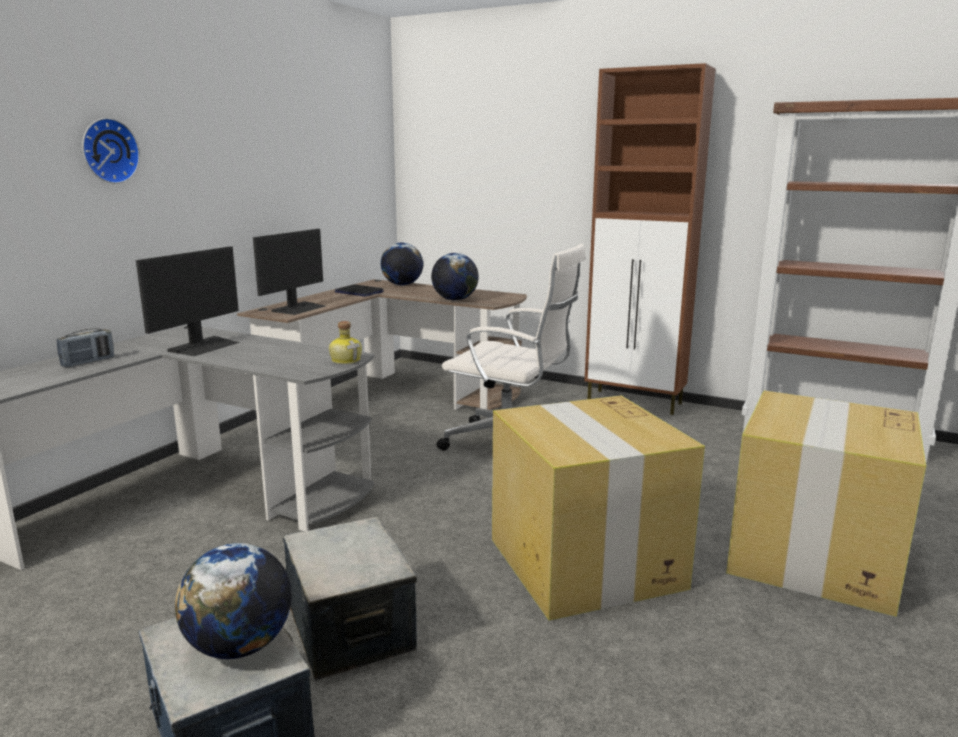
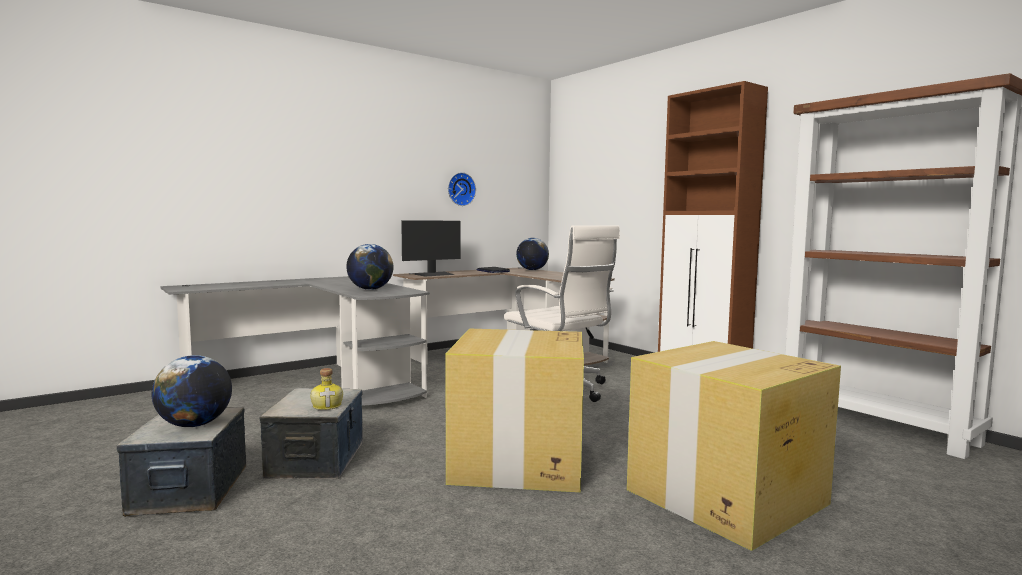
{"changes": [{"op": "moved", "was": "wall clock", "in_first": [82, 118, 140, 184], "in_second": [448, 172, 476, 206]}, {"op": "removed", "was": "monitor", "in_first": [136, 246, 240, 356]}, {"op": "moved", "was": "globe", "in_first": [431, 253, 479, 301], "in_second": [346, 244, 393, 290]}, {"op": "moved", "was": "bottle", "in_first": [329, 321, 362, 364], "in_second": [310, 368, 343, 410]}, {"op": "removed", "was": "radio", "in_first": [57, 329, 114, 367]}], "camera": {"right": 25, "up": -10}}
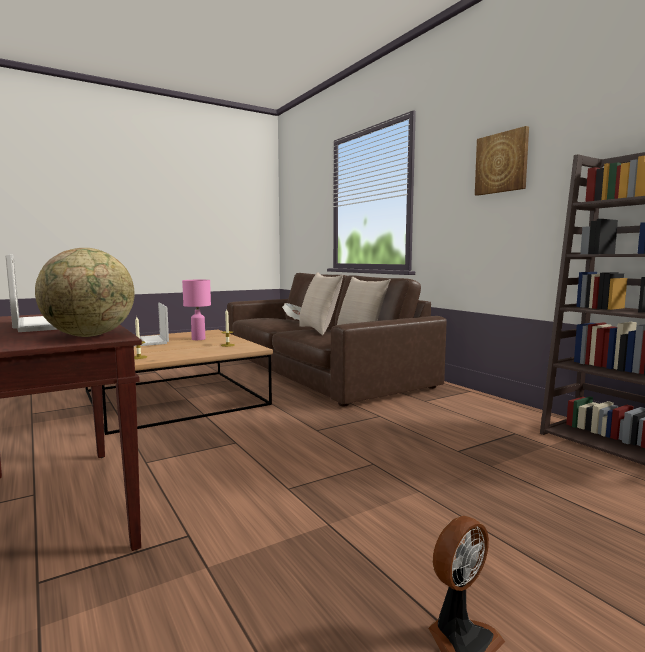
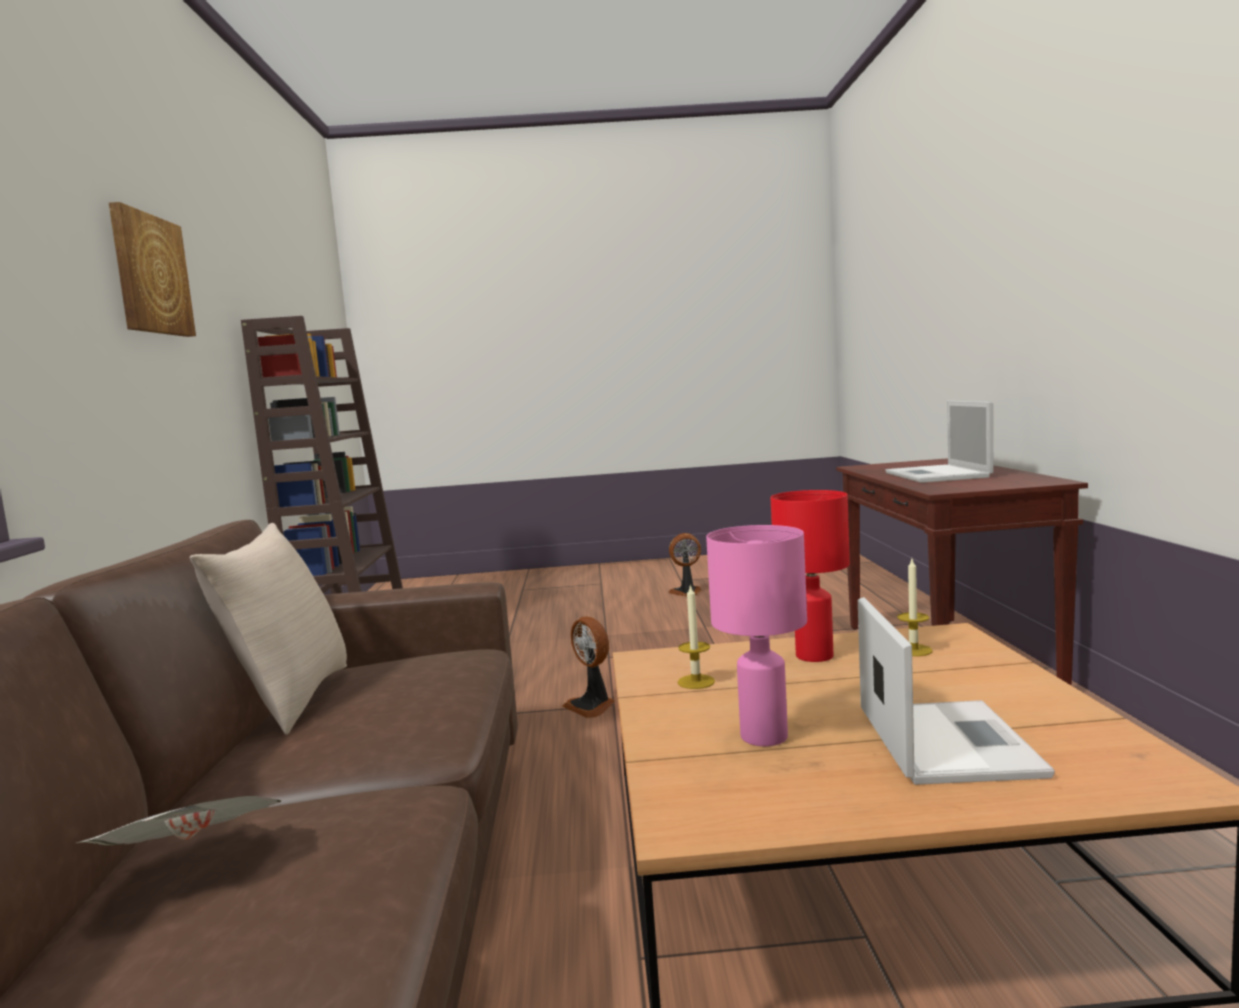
{"changes": [{"op": "removed", "was": "globe", "in_first": [35, 248, 134, 337]}, {"op": "removed", "was": "beige pillow", "in_first": [299, 272, 343, 335]}, {"op": "added", "now": "red table lamp", "in_second": [770, 490, 850, 662]}, {"op": "added", "now": "fan", "in_second": [562, 616, 615, 718]}], "camera": {"right": -150, "up": 0}}
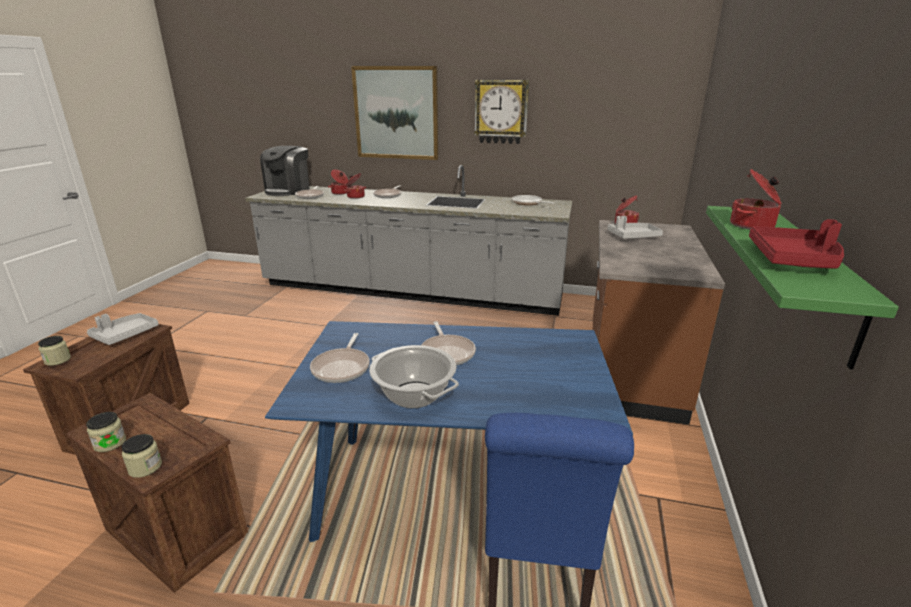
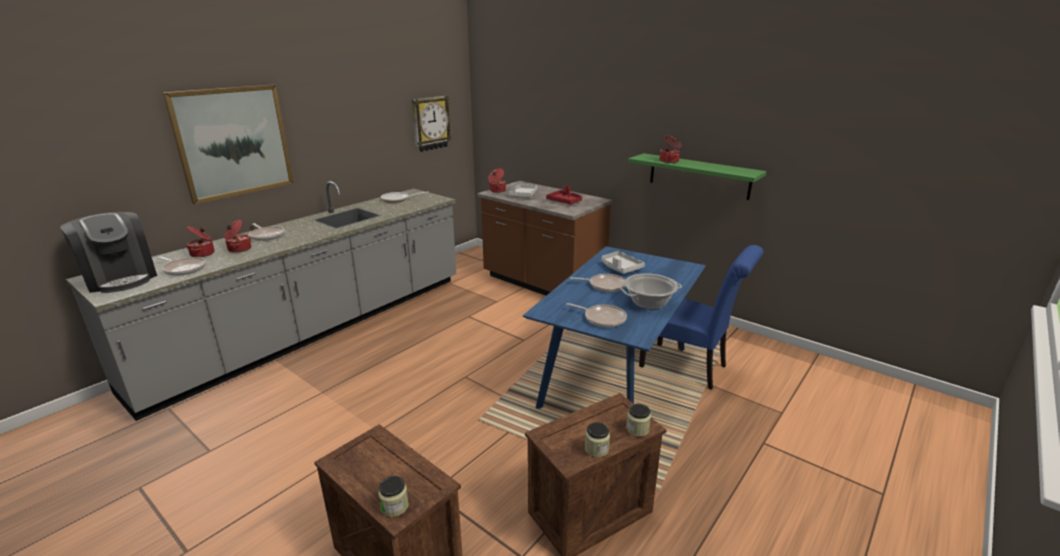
{"changes": [{"op": "moved", "was": "wall clock", "in_first": [474, 80, 529, 144], "in_second": [412, 96, 452, 152]}, {"op": "moved", "was": "red tray", "in_first": [749, 219, 844, 269], "in_second": [546, 186, 582, 204]}, {"op": "moved", "was": "grey tray", "in_first": [87, 313, 159, 345], "in_second": [602, 251, 645, 274]}], "camera": {"right": -65, "up": 0}}
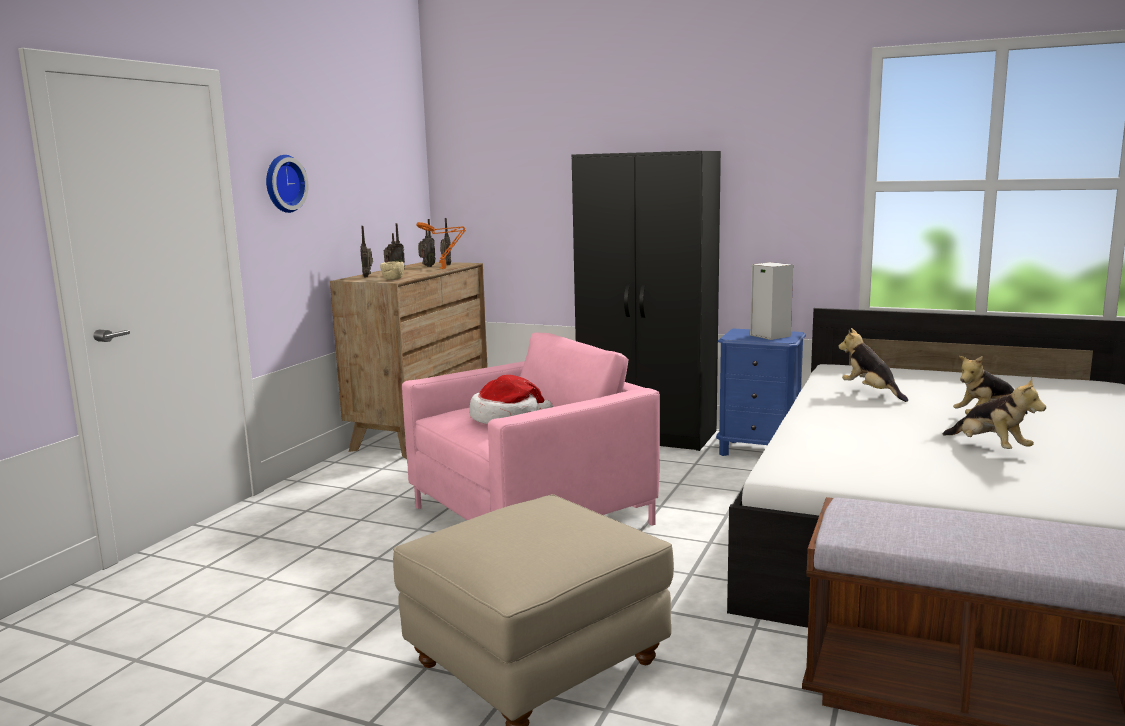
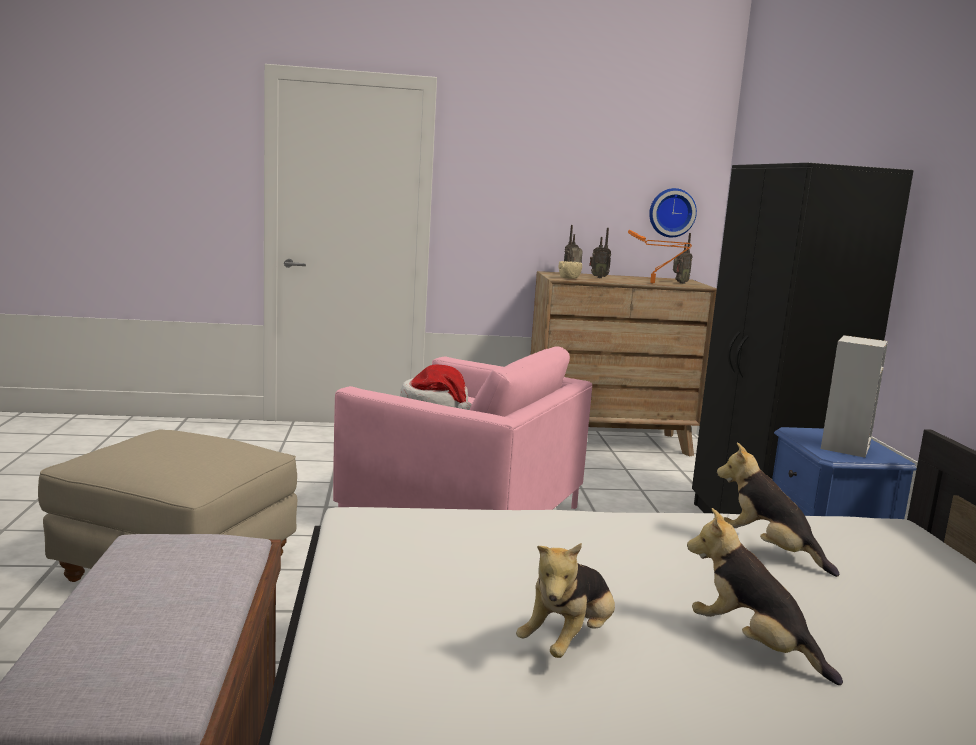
{"changes": [{"op": "moved", "was": "wall clock", "in_first": [266, 155, 308, 213], "in_second": [649, 188, 697, 237]}, {"op": "removed", "was": "radio", "in_first": [418, 219, 436, 267]}, {"op": "turned", "was": "plush toy", "in_first": [839, 328, 908, 402], "in_second": [717, 443, 839, 577], "clockwise": -75}], "camera": {"right": 60, "up": 0}}
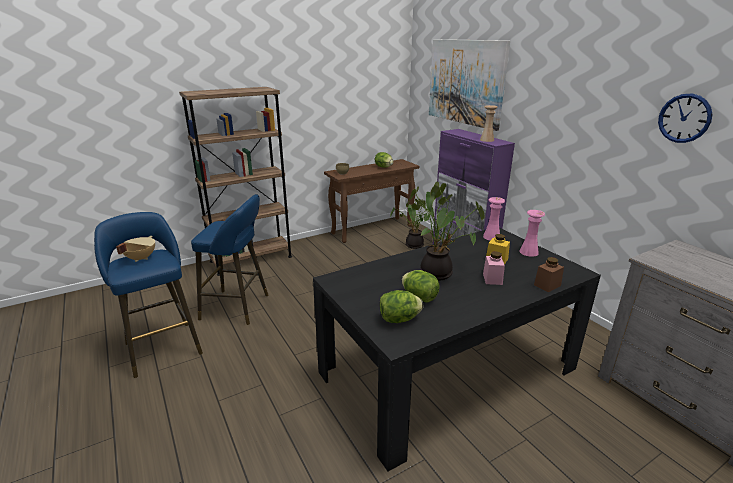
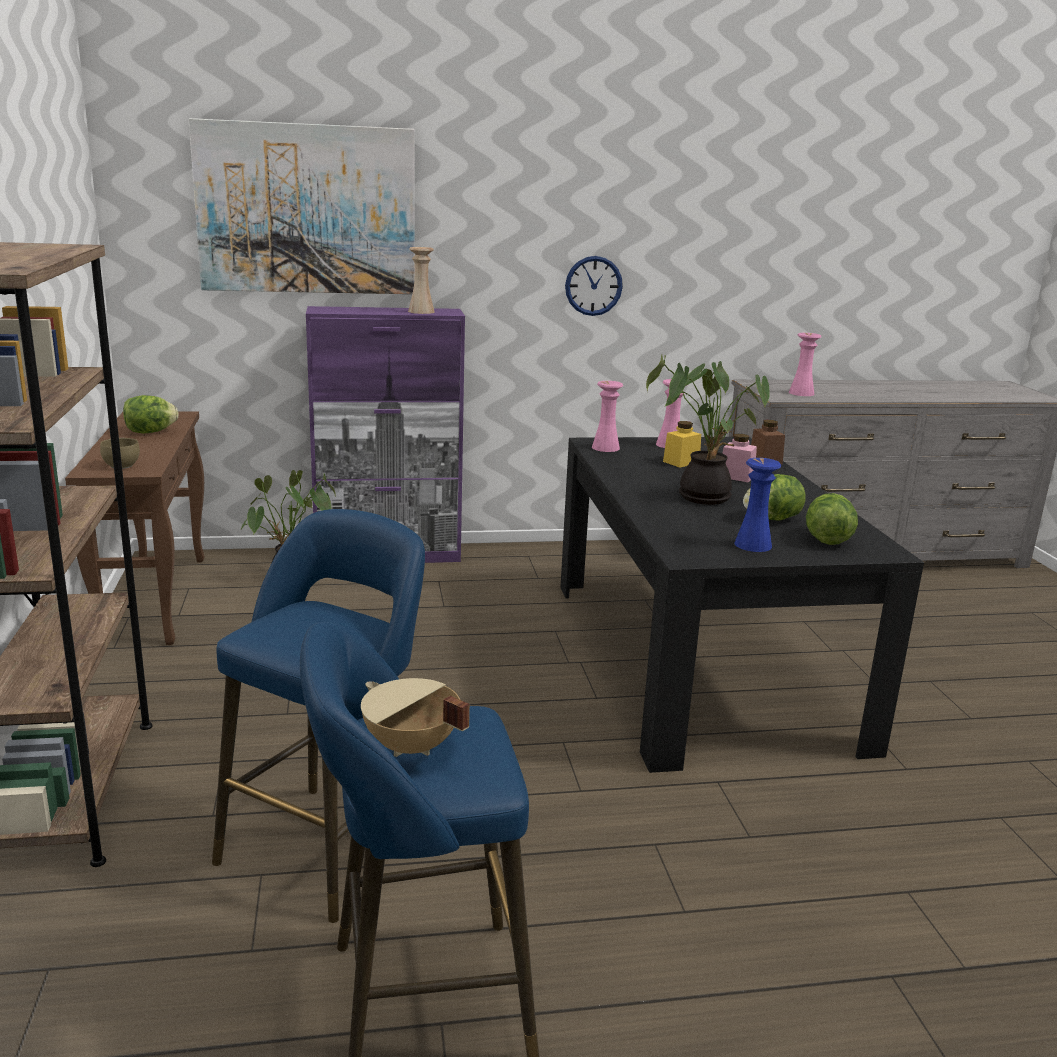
{"changes": [{"op": "moved", "was": "wall clock", "in_first": [658, 94, 713, 143], "in_second": [565, 256, 623, 316]}, {"op": "added", "now": "pink vase", "in_second": [789, 333, 821, 396]}, {"op": "added", "now": "blue vase", "in_second": [735, 458, 781, 552]}], "camera": {"right": -70, "up": -5}}
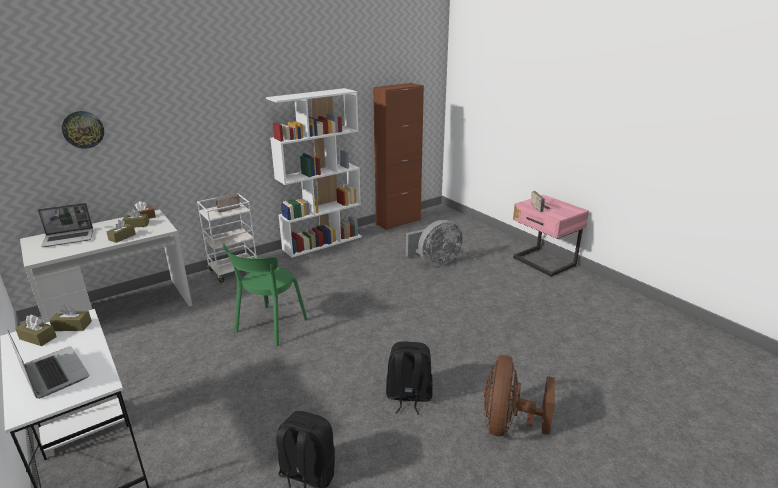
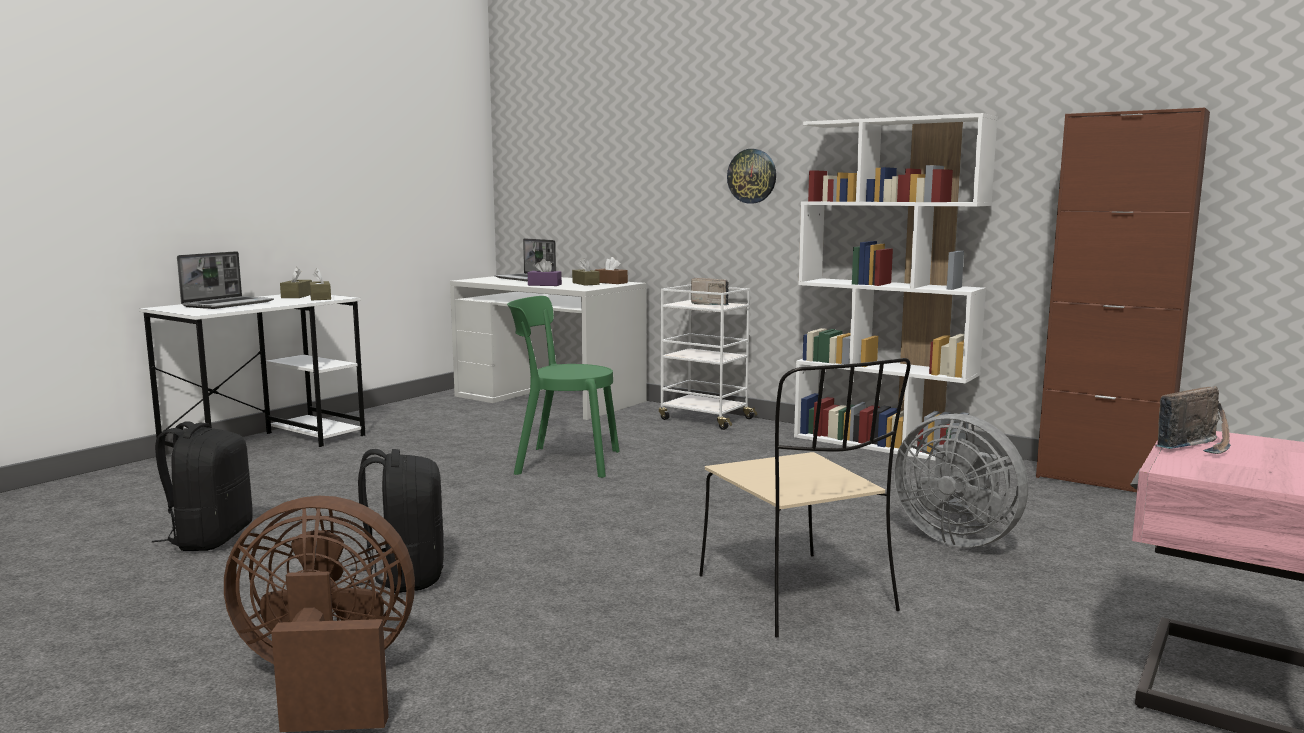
{"changes": [{"op": "moved", "was": "wall clock", "in_first": [62, 111, 104, 149], "in_second": [727, 149, 776, 204]}, {"op": "recoloured", "was": "brown tissue box", "now": "purple tissue box", "in_first": [106, 220, 136, 243], "in_second": [528, 259, 562, 286]}, {"op": "added", "now": "beige chair", "in_second": [699, 358, 911, 637]}], "camera": {"right": 70, "up": -15}}
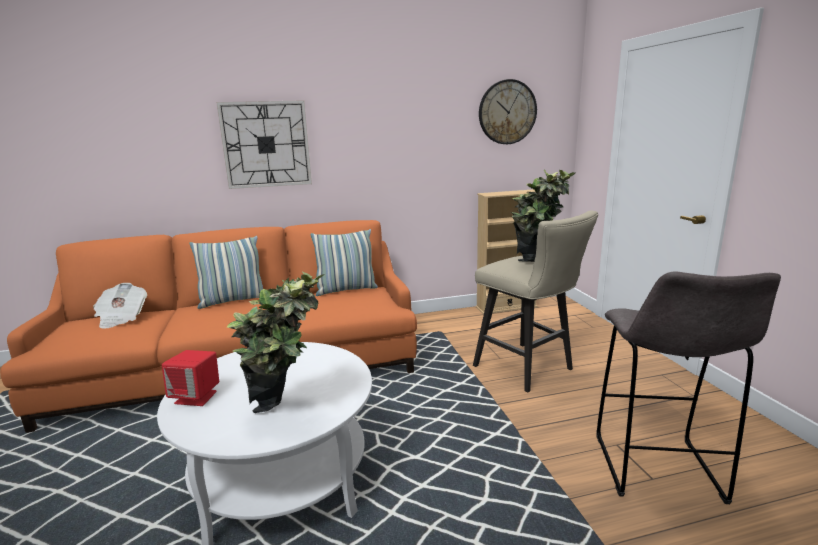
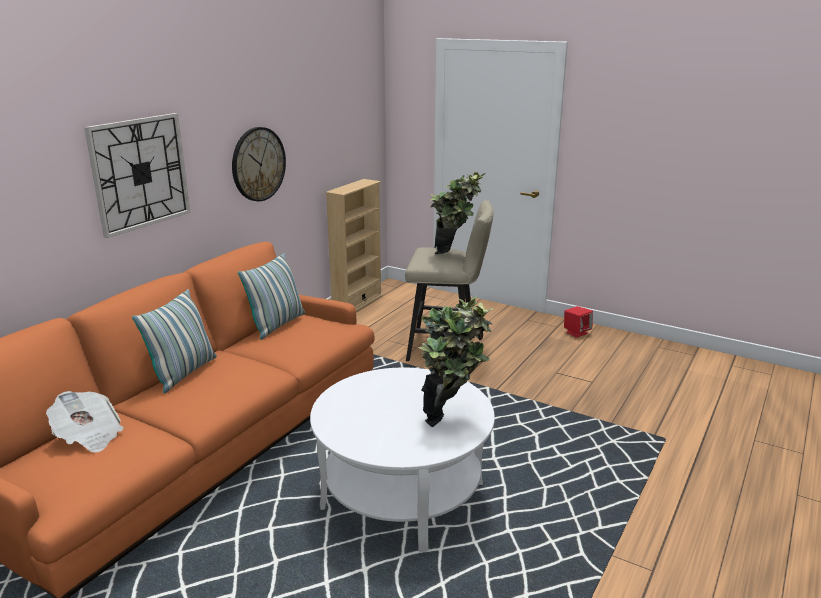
{"changes": [{"op": "moved", "was": "wall clock", "in_first": [479, 79, 537, 144], "in_second": [232, 127, 286, 201]}, {"op": "removed", "was": "grey stool", "in_first": [596, 272, 781, 504]}, {"op": "moved", "was": "red speaker", "in_first": [162, 350, 219, 406], "in_second": [564, 306, 593, 338]}], "camera": {"right": -45, "up": 5}}
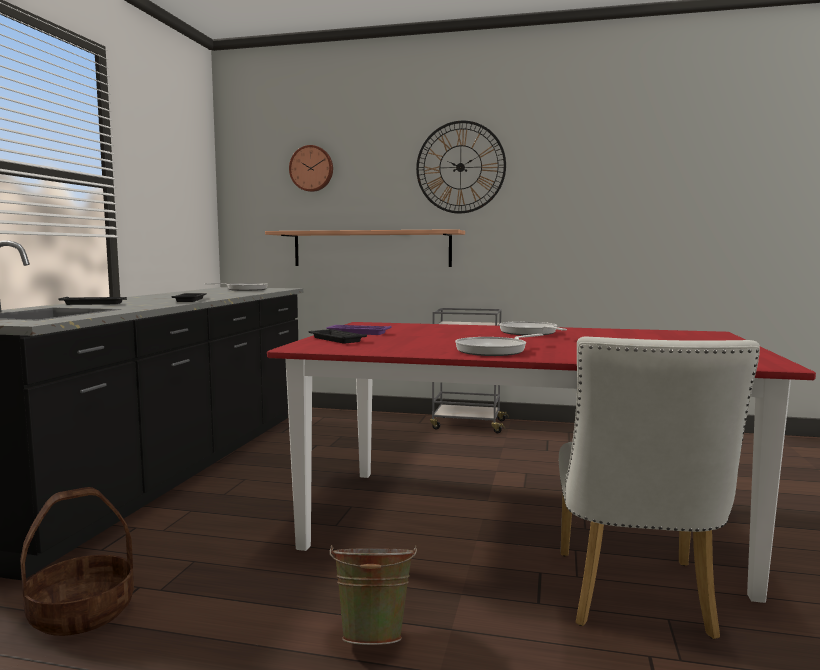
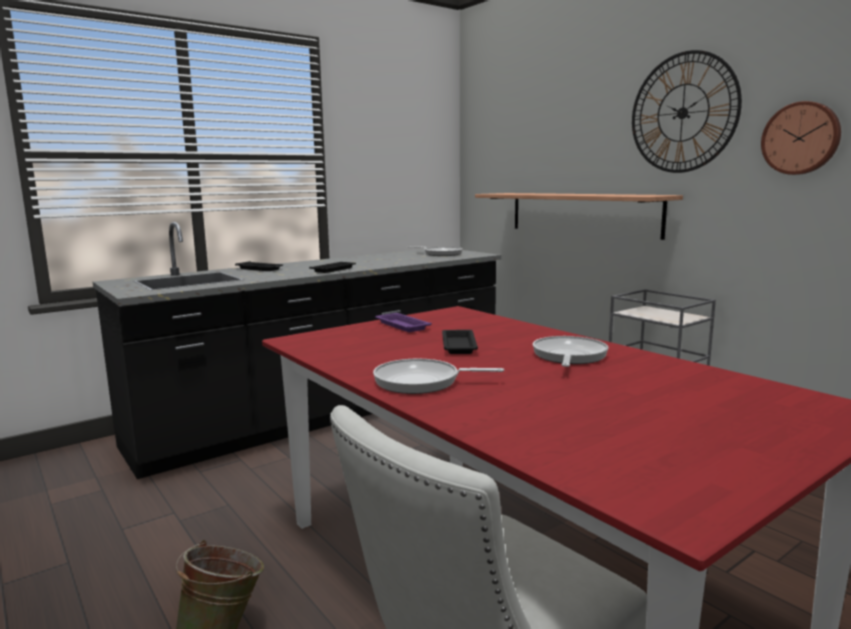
{"changes": [{"op": "moved", "was": "wall clock", "in_first": [289, 145, 333, 192], "in_second": [761, 101, 841, 175]}, {"op": "moved", "was": "black tray", "in_first": [308, 329, 367, 344], "in_second": [442, 330, 478, 354]}, {"op": "removed", "was": "basket", "in_first": [20, 487, 134, 636]}], "camera": {"right": 40, "up": 5}}
